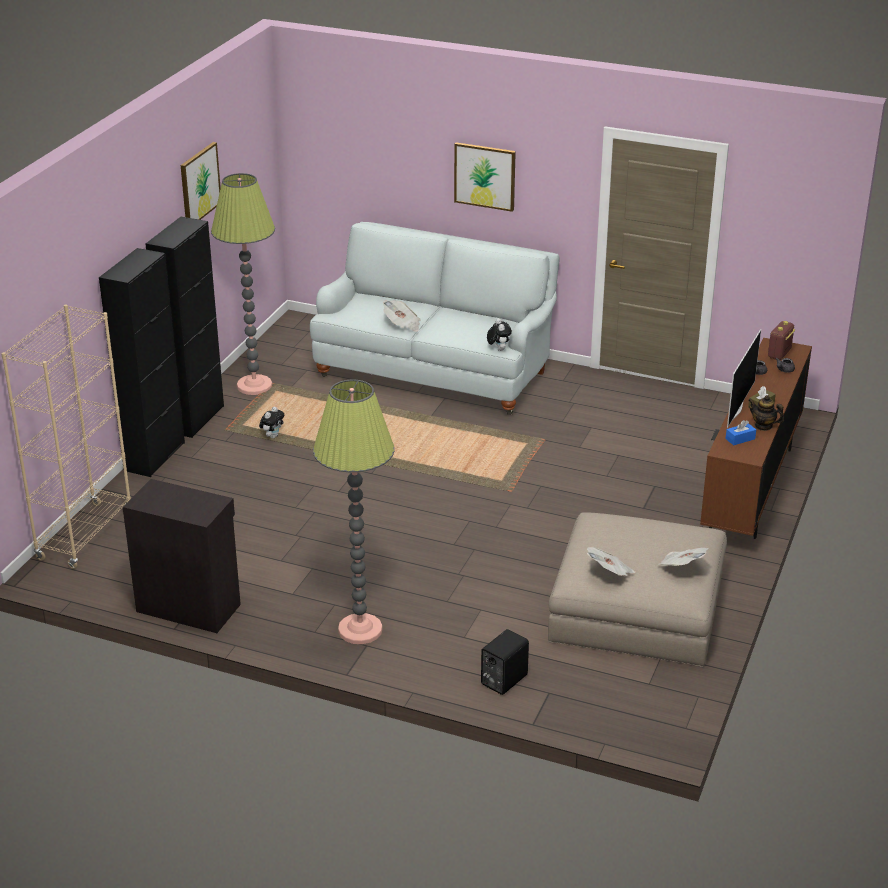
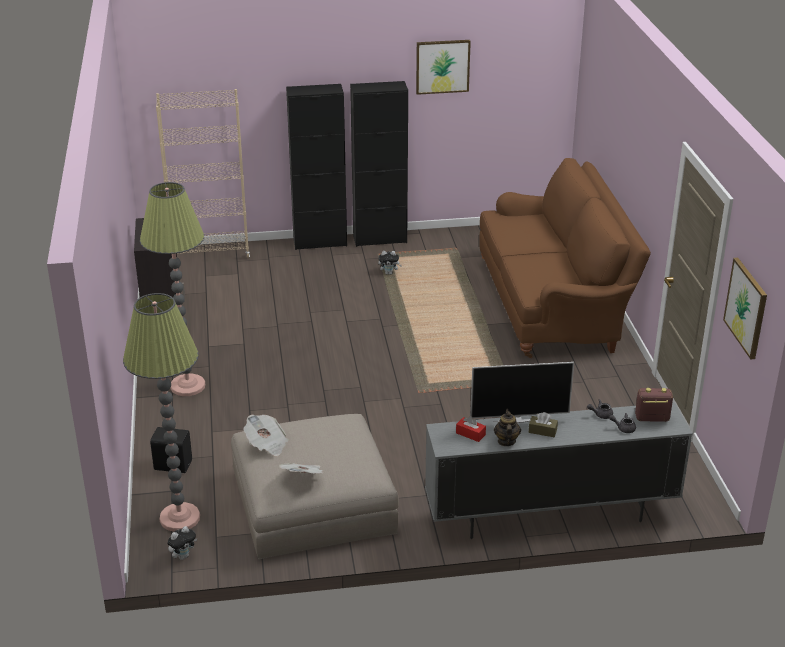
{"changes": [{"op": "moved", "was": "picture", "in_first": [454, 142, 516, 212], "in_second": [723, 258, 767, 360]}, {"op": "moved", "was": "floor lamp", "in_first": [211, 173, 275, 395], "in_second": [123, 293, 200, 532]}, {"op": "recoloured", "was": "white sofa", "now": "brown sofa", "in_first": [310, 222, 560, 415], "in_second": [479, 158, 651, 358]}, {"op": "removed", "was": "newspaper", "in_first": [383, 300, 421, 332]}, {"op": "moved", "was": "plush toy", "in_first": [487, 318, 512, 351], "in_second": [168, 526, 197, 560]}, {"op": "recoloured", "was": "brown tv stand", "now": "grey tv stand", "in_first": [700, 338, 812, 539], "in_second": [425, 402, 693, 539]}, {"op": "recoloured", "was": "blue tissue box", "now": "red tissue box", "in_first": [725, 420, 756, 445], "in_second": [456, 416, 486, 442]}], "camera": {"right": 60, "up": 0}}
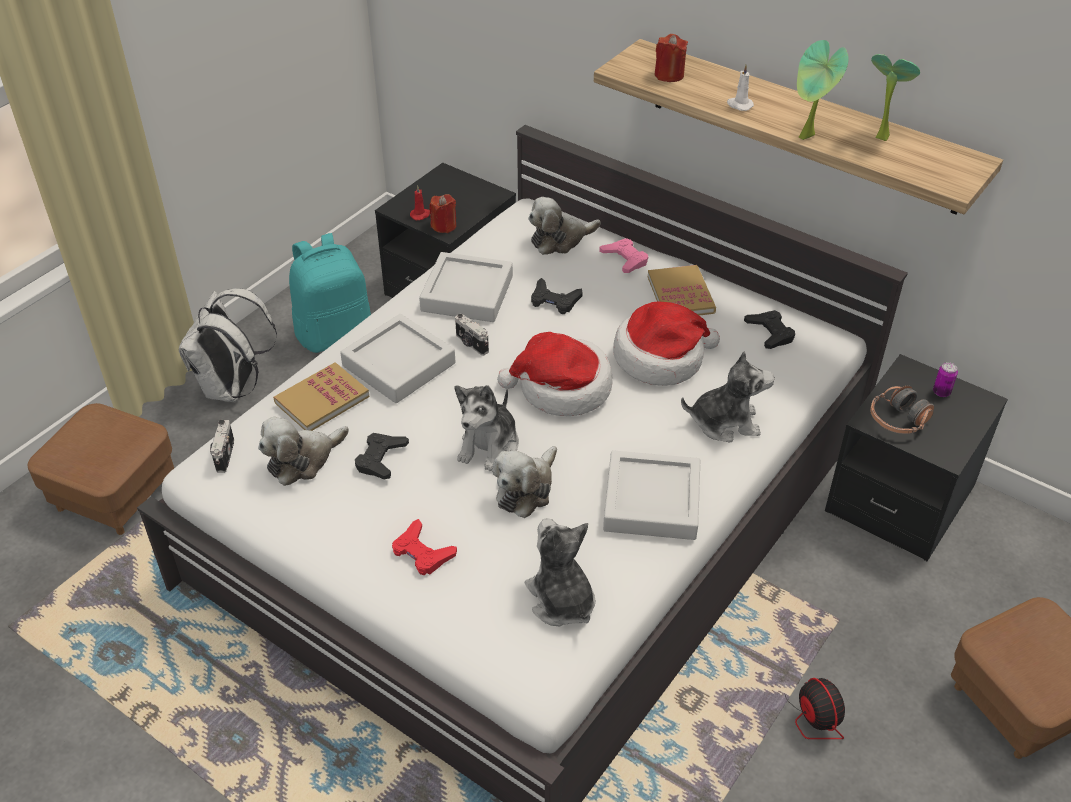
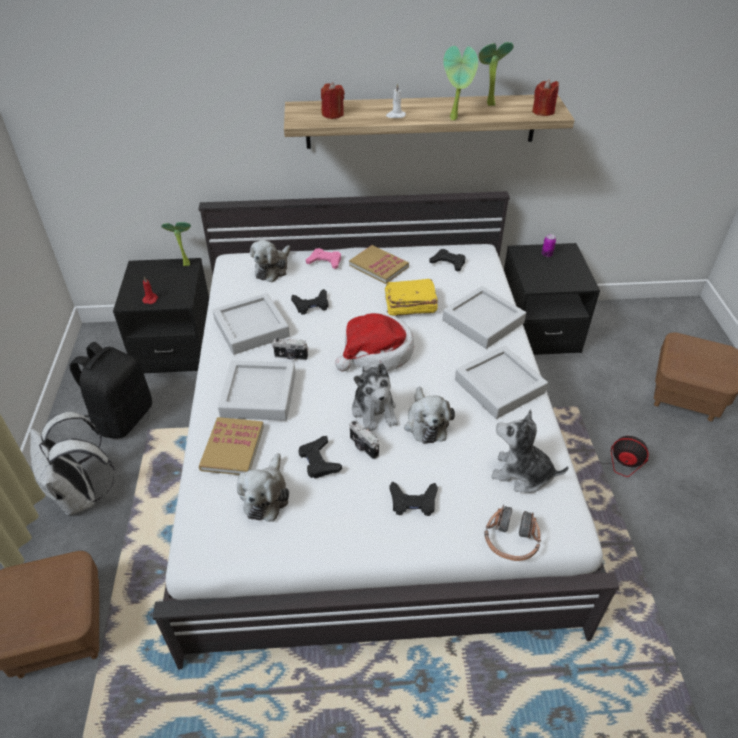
{"changes": [{"op": "moved", "was": "red candle", "in_first": [429, 194, 456, 233], "in_second": [532, 79, 559, 116]}, {"op": "recoloured", "was": "turquoise backpack", "now": "black backpack", "in_first": [289, 233, 371, 353], "in_second": [69, 342, 152, 439]}, {"op": "replaced", "was": "hat", "now": "yellow book", "in_first": [613, 301, 720, 386], "in_second": [385, 279, 438, 316]}, {"op": "replaced", "was": "plush toy", "now": "grey tray", "in_first": [681, 351, 775, 442], "in_second": [442, 286, 526, 349]}, {"op": "moved", "was": "headphones", "in_first": [870, 385, 934, 434], "in_second": [484, 505, 541, 561]}, {"op": "moved", "was": "photo camera", "in_first": [210, 420, 234, 473], "in_second": [350, 420, 379, 459]}, {"op": "recoloured", "was": "red game controller", "now": "black game controller", "in_first": [392, 519, 457, 576], "in_second": [389, 482, 438, 516]}, {"op": "added", "now": "potted plant", "in_second": [161, 222, 191, 266]}], "camera": {"right": -40, "up": 0}}
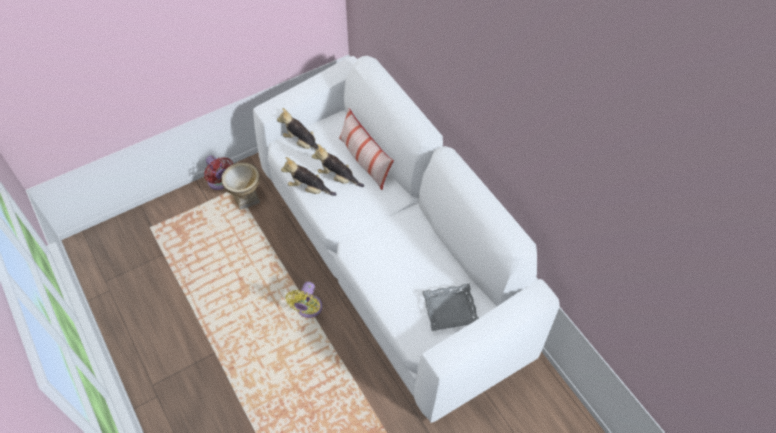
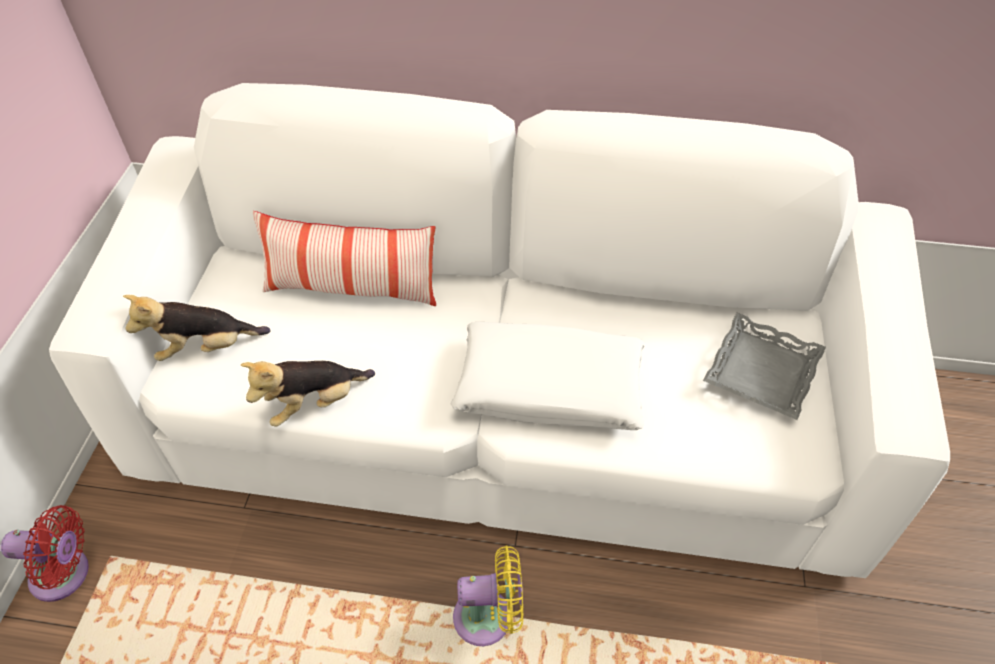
{"changes": [{"op": "removed", "was": "plush toy", "in_first": [312, 144, 364, 187]}, {"op": "removed", "was": "vase", "in_first": [221, 162, 260, 210]}, {"op": "turned", "was": "yellow fan", "in_first": [286, 282, 322, 318], "in_second": [453, 546, 524, 646], "clockwise": -60}, {"op": "added", "now": "white pillow", "in_second": [451, 322, 645, 430]}], "camera": {"right": -50, "up": -5}}
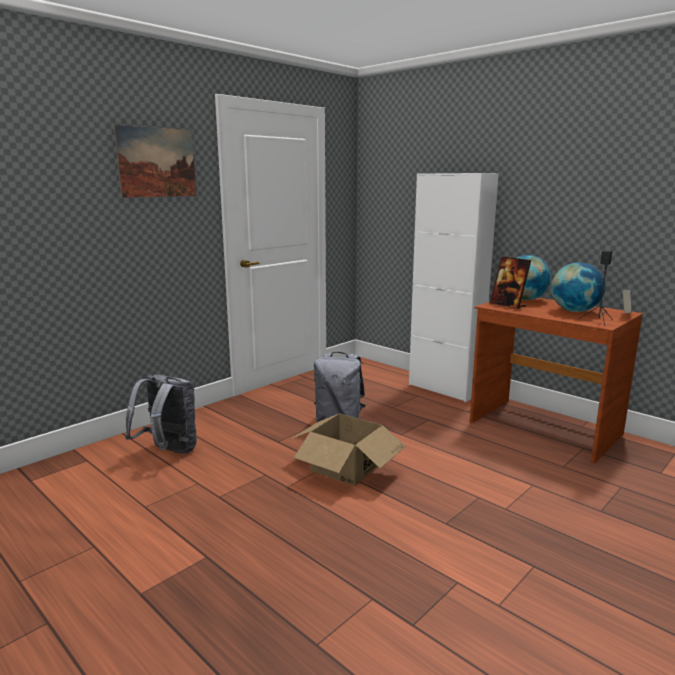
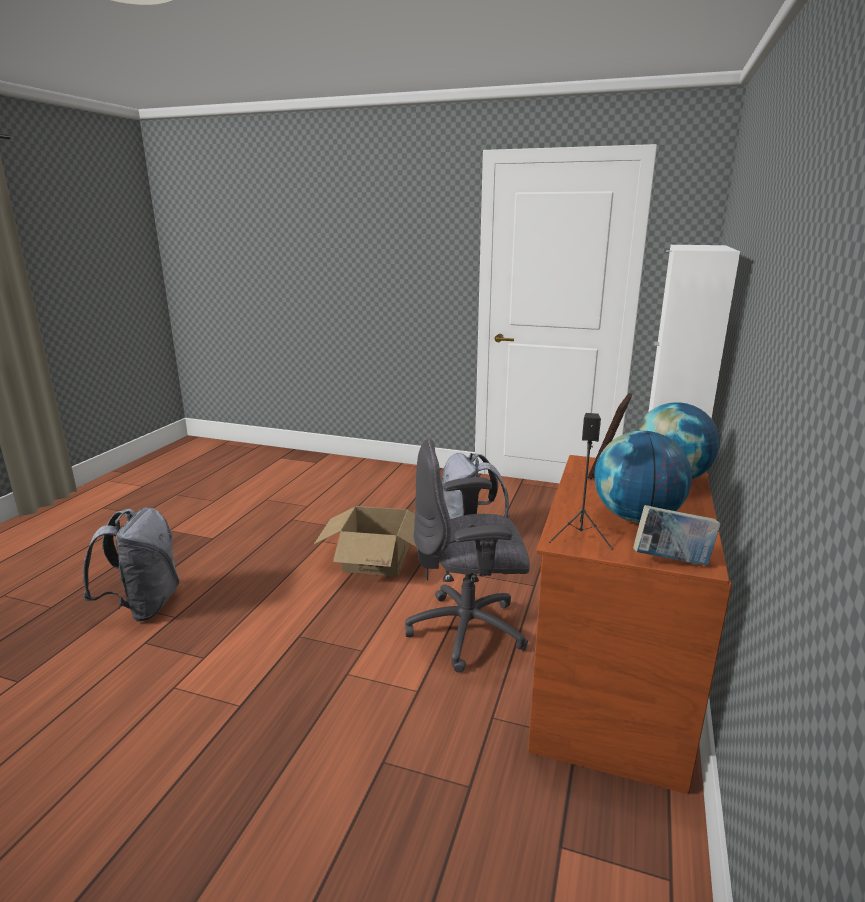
{"changes": [{"op": "removed", "was": "picture", "in_first": [114, 125, 197, 198]}, {"op": "moved", "was": "grey backpack", "in_first": [125, 375, 197, 454], "in_second": [83, 507, 180, 622]}, {"op": "added", "now": "grey office chair", "in_second": [405, 439, 530, 673]}], "camera": {"right": 65, "up": 5}}
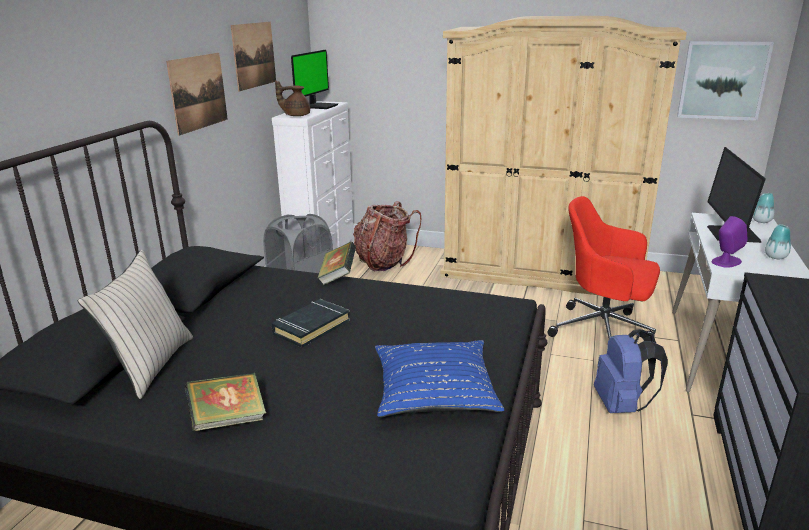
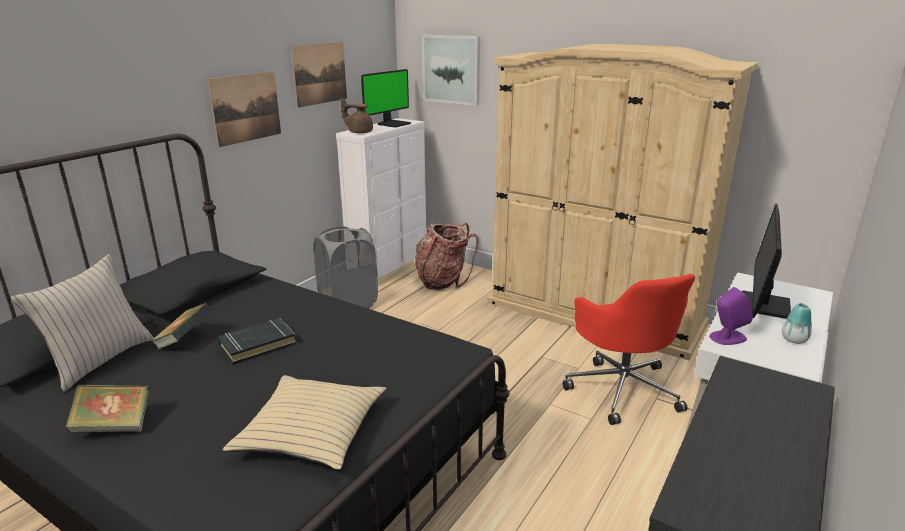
{"changes": [{"op": "moved", "was": "picture", "in_first": [677, 41, 774, 121], "in_second": [422, 35, 480, 106]}, {"op": "removed", "was": "vase", "in_first": [753, 193, 774, 223]}, {"op": "turned", "was": "red office chair", "in_first": [548, 196, 660, 339], "in_second": [563, 274, 695, 425], "clockwise": -150}, {"op": "moved", "was": "book", "in_first": [317, 242, 356, 285], "in_second": [150, 303, 212, 350]}, {"op": "removed", "was": "blue backpack", "in_first": [594, 329, 668, 413]}, {"op": "recoloured", "was": "blue pillow", "now": "beige pillow", "in_first": [375, 340, 504, 417], "in_second": [223, 375, 387, 470]}], "camera": {"right": 15, "up": 0}}
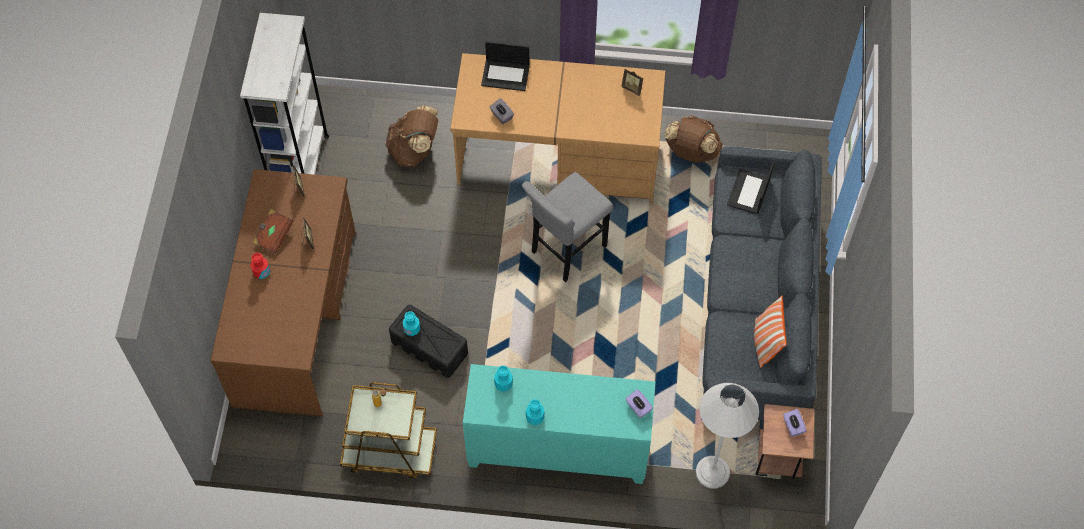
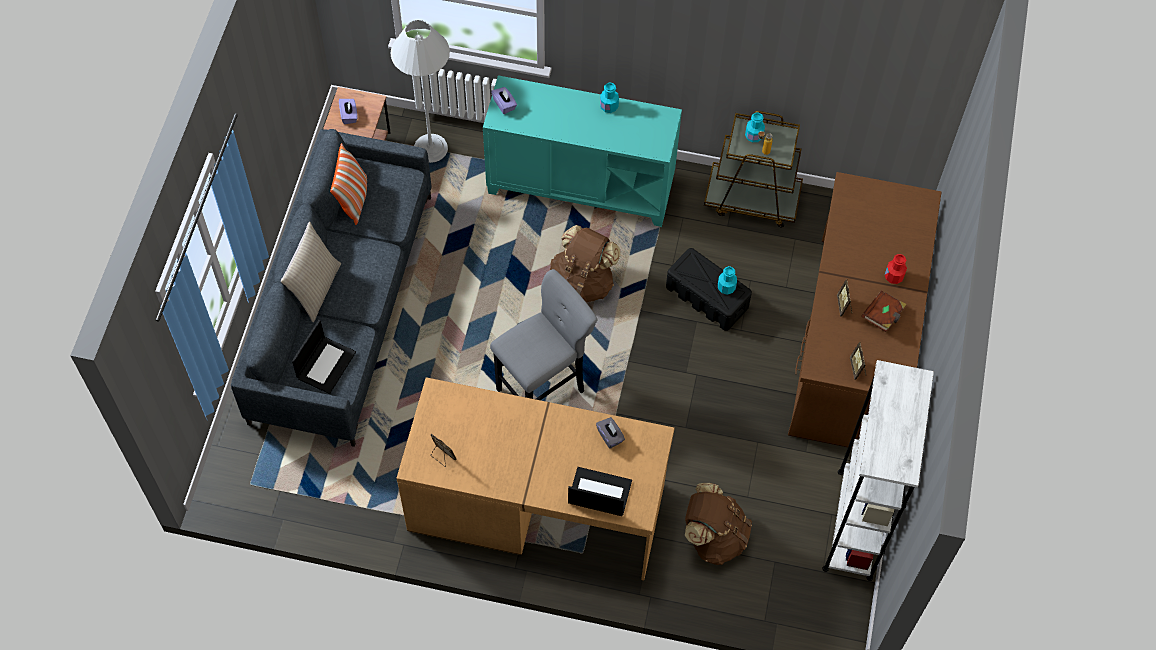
{"changes": [{"op": "moved", "was": "brown backpack", "in_first": [664, 115, 722, 163], "in_second": [550, 225, 620, 303]}, {"op": "moved", "was": "turquoise bottle", "in_first": [494, 366, 513, 392], "in_second": [745, 113, 765, 142]}, {"op": "added", "now": "beige pillow", "in_second": [281, 222, 341, 322]}], "camera": {"right": -175, "up": 0}}
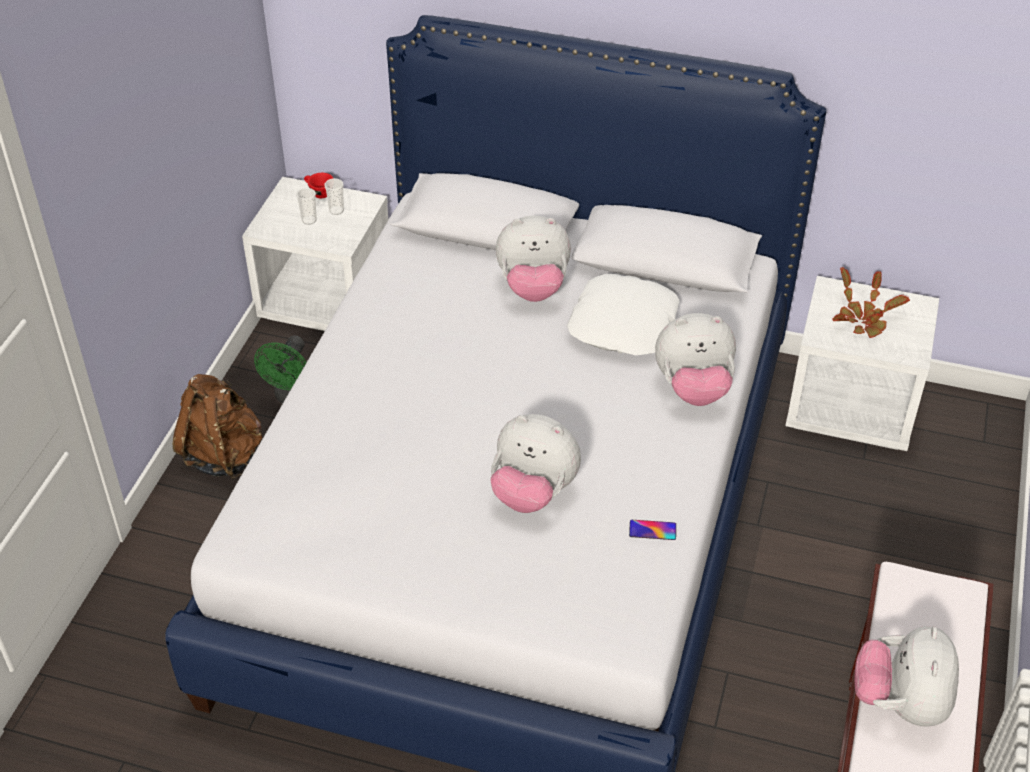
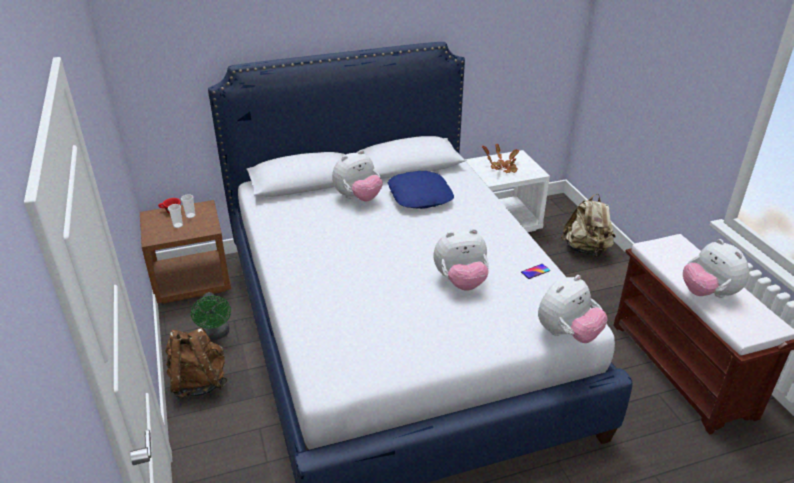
{"changes": [{"op": "recoloured", "was": "white nightstand", "now": "brown nightstand", "in_first": [242, 177, 389, 331], "in_second": [140, 200, 231, 304]}, {"op": "recoloured", "was": "white pillow", "now": "blue pillow", "in_first": [567, 274, 680, 355], "in_second": [388, 171, 454, 209]}, {"op": "moved", "was": "plush toy", "in_first": [655, 313, 736, 406], "in_second": [538, 275, 608, 343]}, {"op": "added", "now": "beige backpack", "in_second": [561, 194, 616, 257]}], "camera": {"right": -35, "up": -10}}
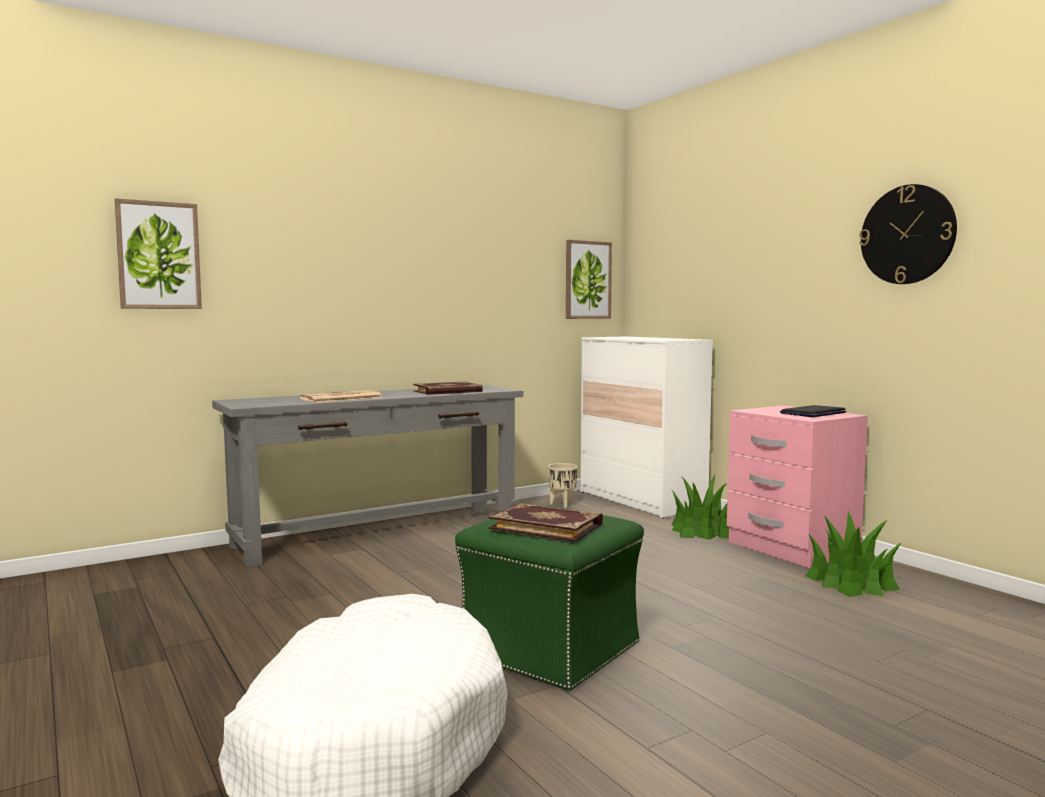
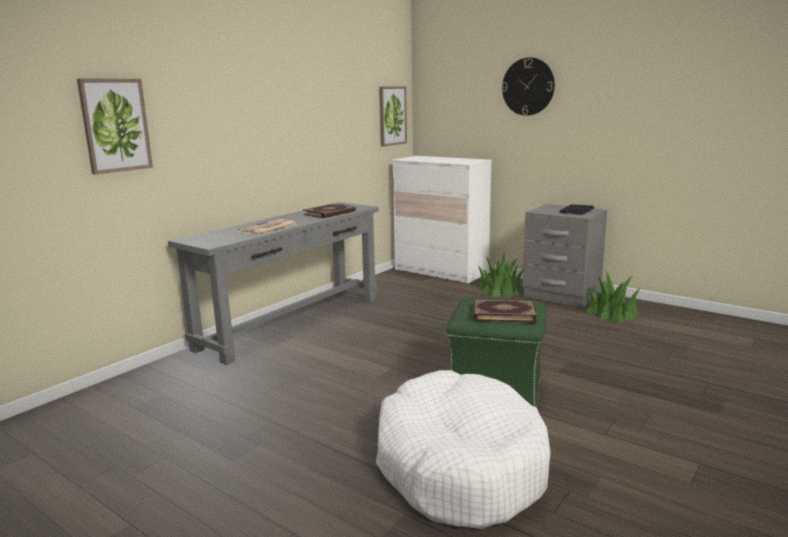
{"changes": [{"op": "moved", "was": "wall clock", "in_first": [859, 184, 957, 284], "in_second": [502, 57, 555, 116]}, {"op": "recoloured", "was": "pink nightstand", "now": "grey nightstand", "in_first": [727, 405, 868, 568], "in_second": [522, 204, 607, 308]}, {"op": "removed", "was": "beige planter", "in_first": [548, 463, 577, 508]}], "camera": {"right": -20, "up": 10}}
